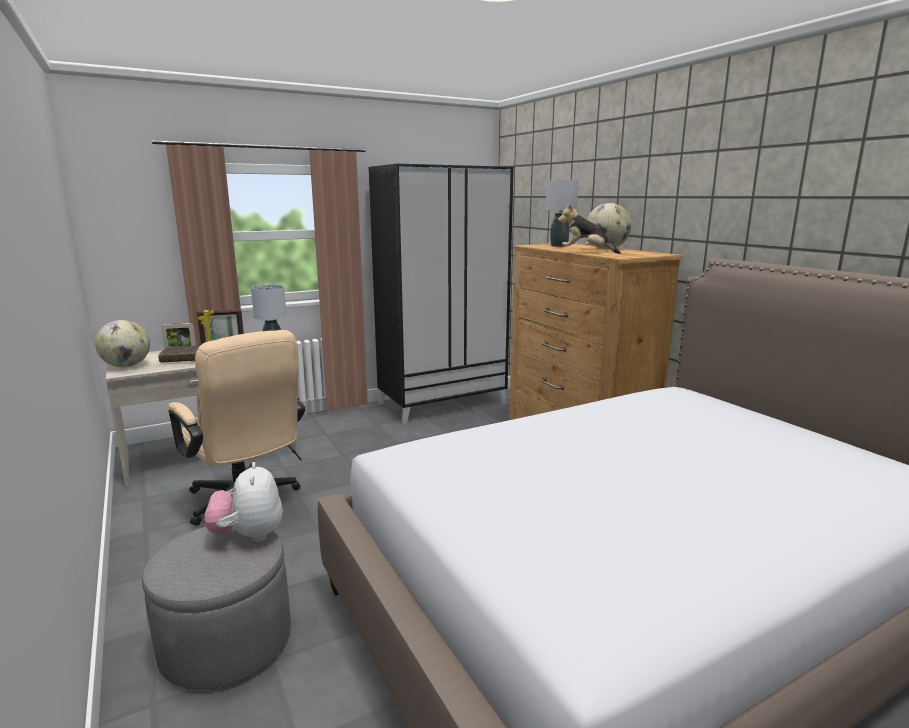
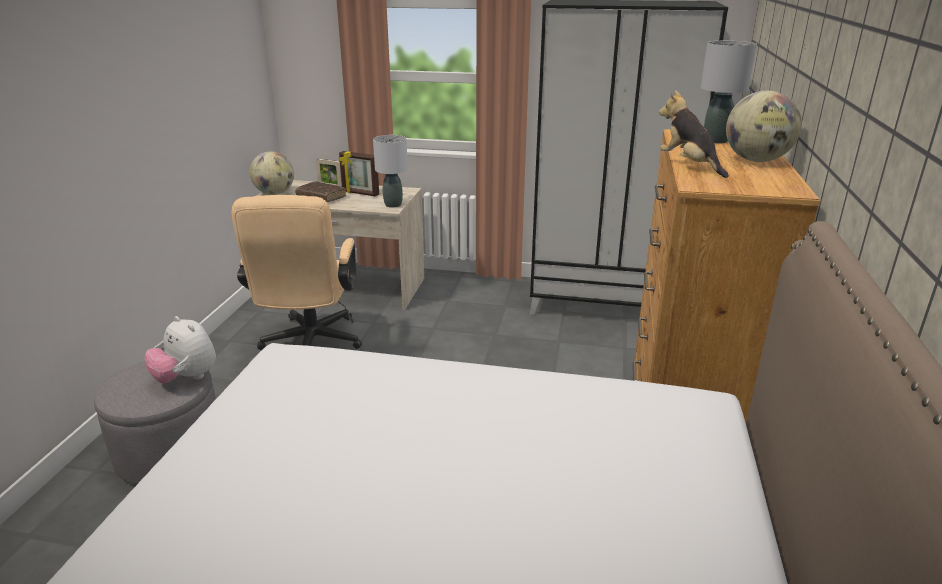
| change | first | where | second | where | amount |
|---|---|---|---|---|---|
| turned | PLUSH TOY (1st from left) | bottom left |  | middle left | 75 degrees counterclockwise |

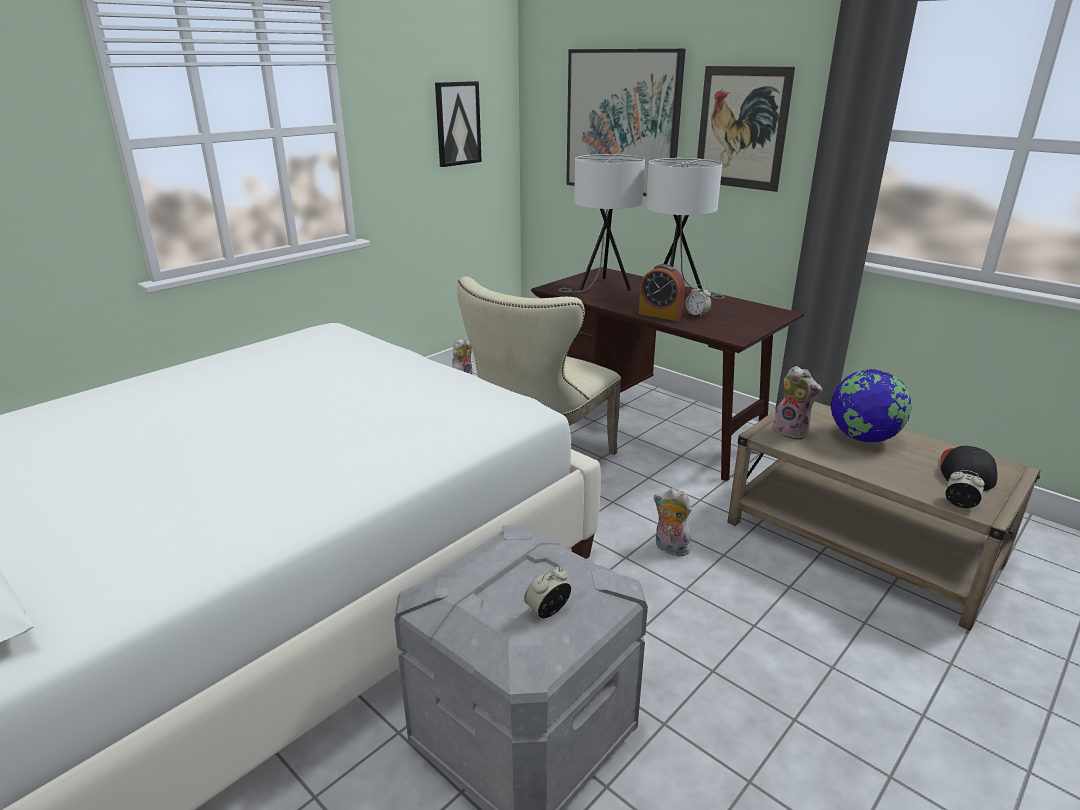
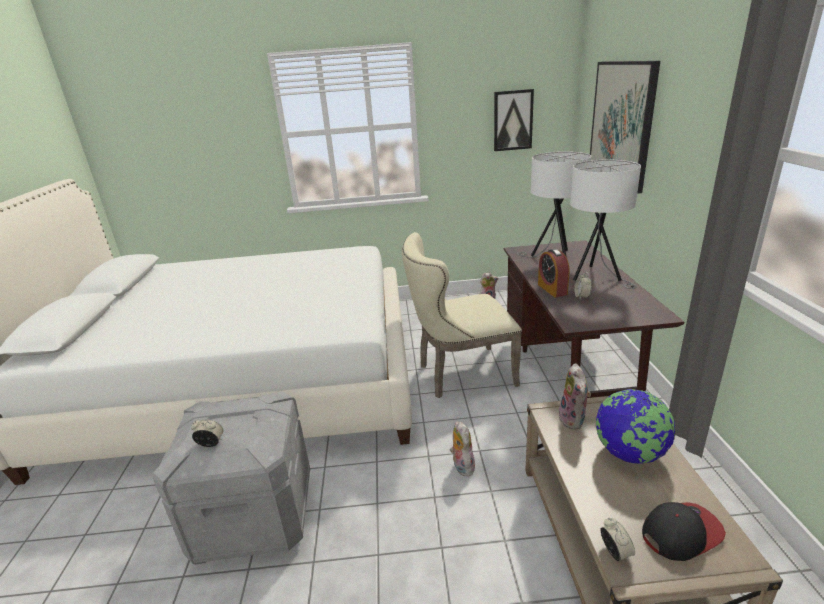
| change | first | where | second | where | amount |
|---|---|---|---|---|---|
| removed | PICTURE (3rd from left) | top right |  |  |  |

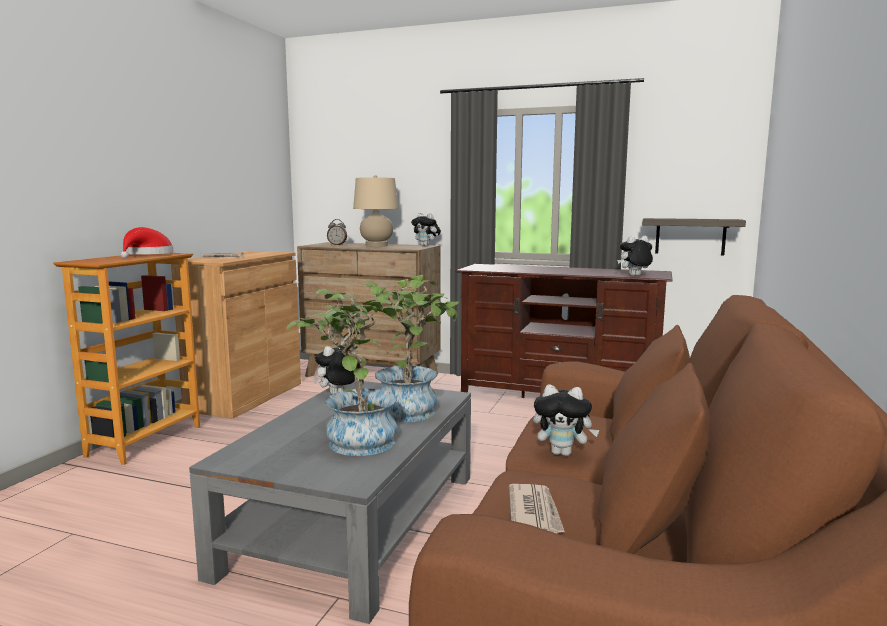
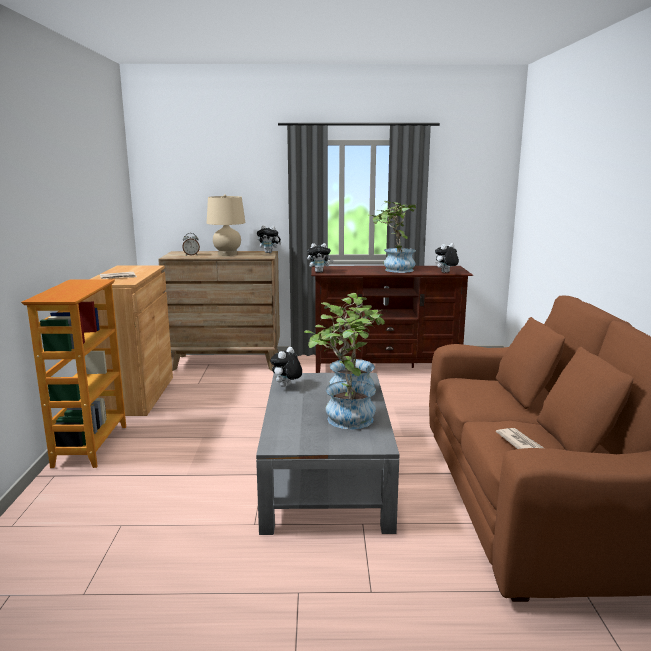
| change | first | where | second | where | amount |
|---|---|---|---|---|---|
| removed | RED HAT | middle left |  |  |  |
| moved | PLUSH TOY (3rd from left) | bottom centre |  | centre |  |
| removed | SHELF | middle right |  |  |  |
| added |  |  | POTTED PLANT (3rd from left) | centre |  |

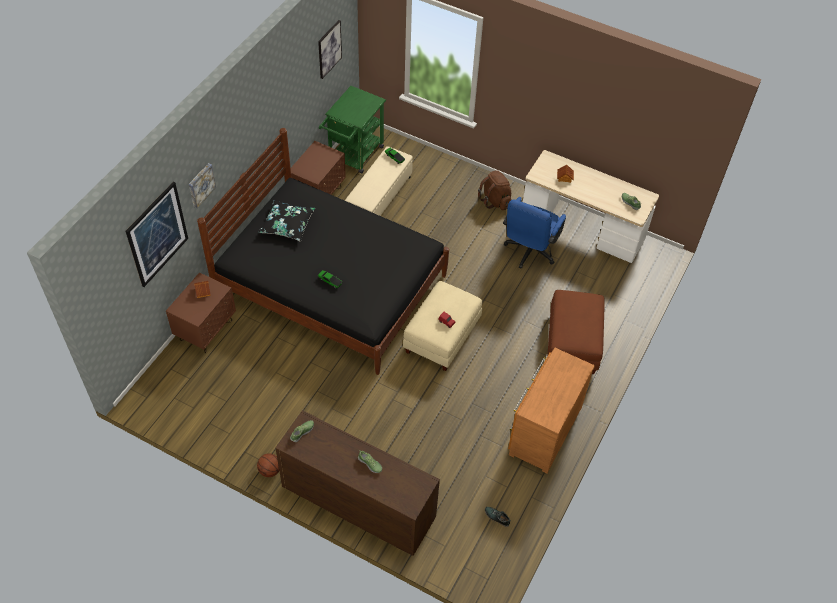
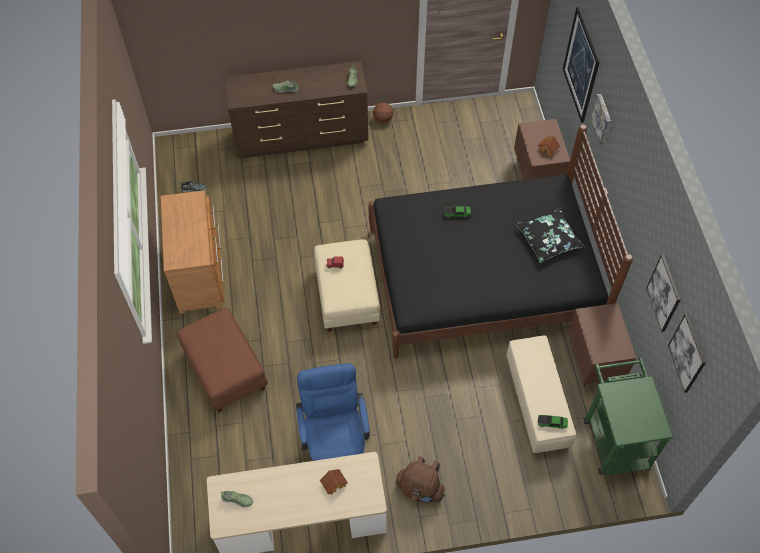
| change | first | where | second | where | amount |
|---|---|---|---|---|---|
| added |  |  | PICTURE (3rd from left) | middle right |  |

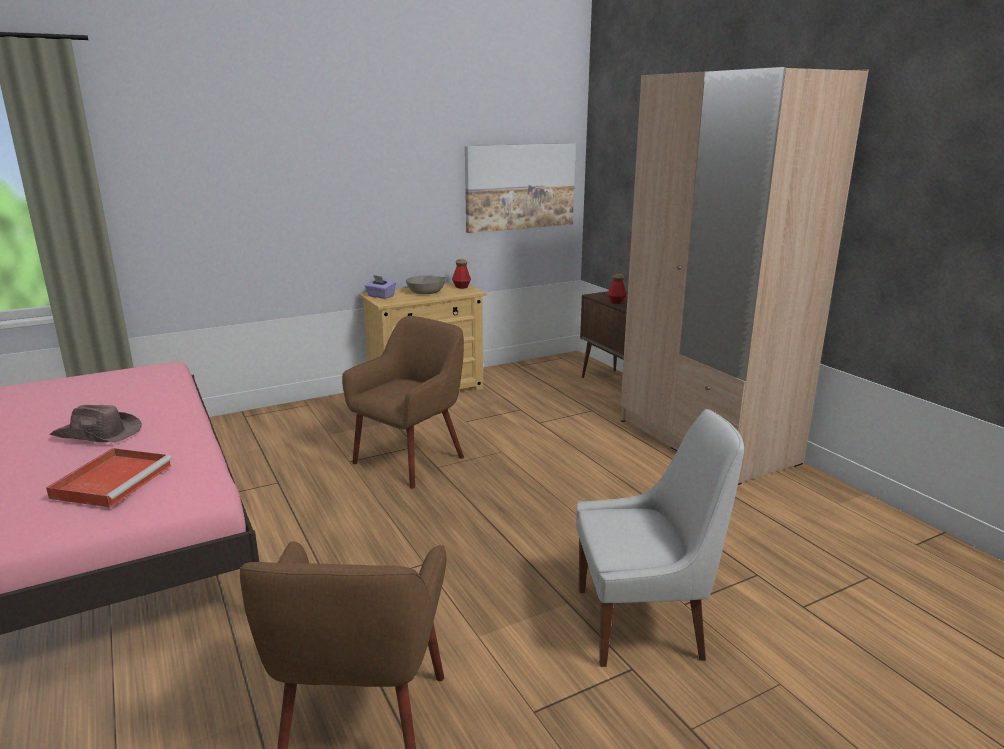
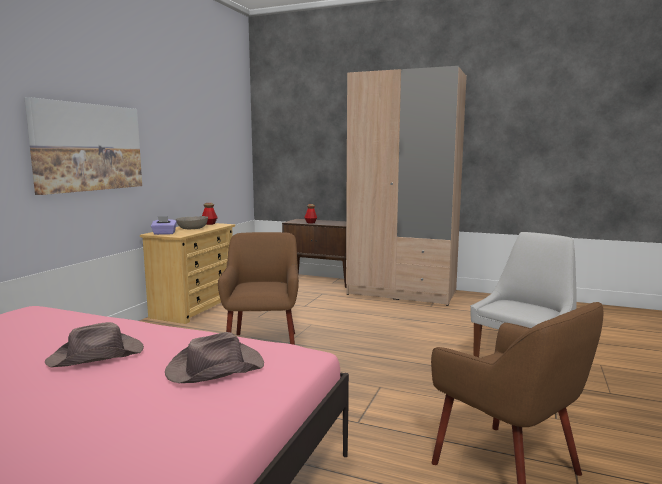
| change | first | where | second | where | amount |
|---|---|---|---|---|---|
| replaced | RED TRAY | middle left | BROWN HAT (2nd from left) | bottom left |  |
| moved | PICTURE | top centre |  | top left |  |

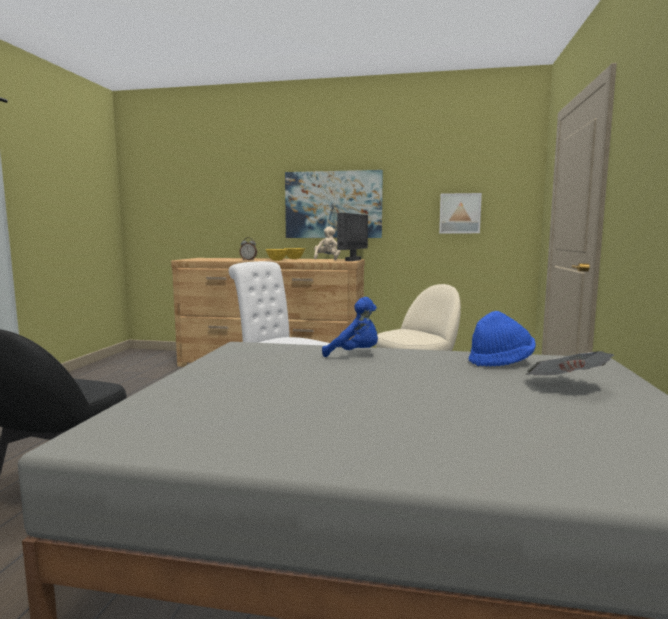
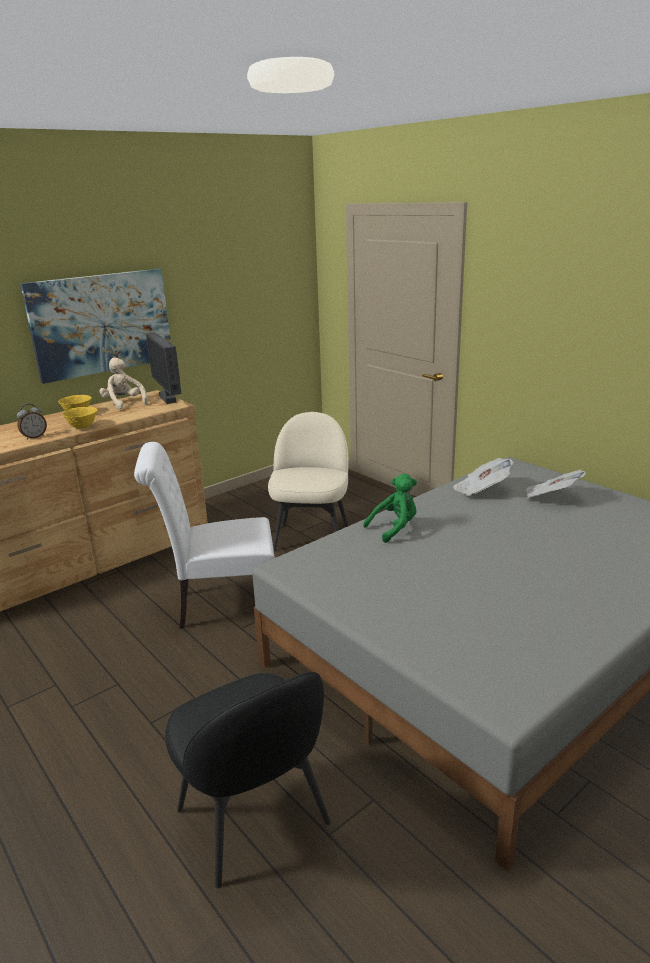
| change | first | where | second | where | amount |
|---|---|---|---|---|---|
| recoloured | BLUE PLUSH TOY | centre | GREEN PLUSH TOY | centre |  |
| removed | PICTURE (2nd from left) | middle right |  |  |  |
| replaced | BLUE HAT | middle right | NEWSPAPER (1st from left) | middle right |  |

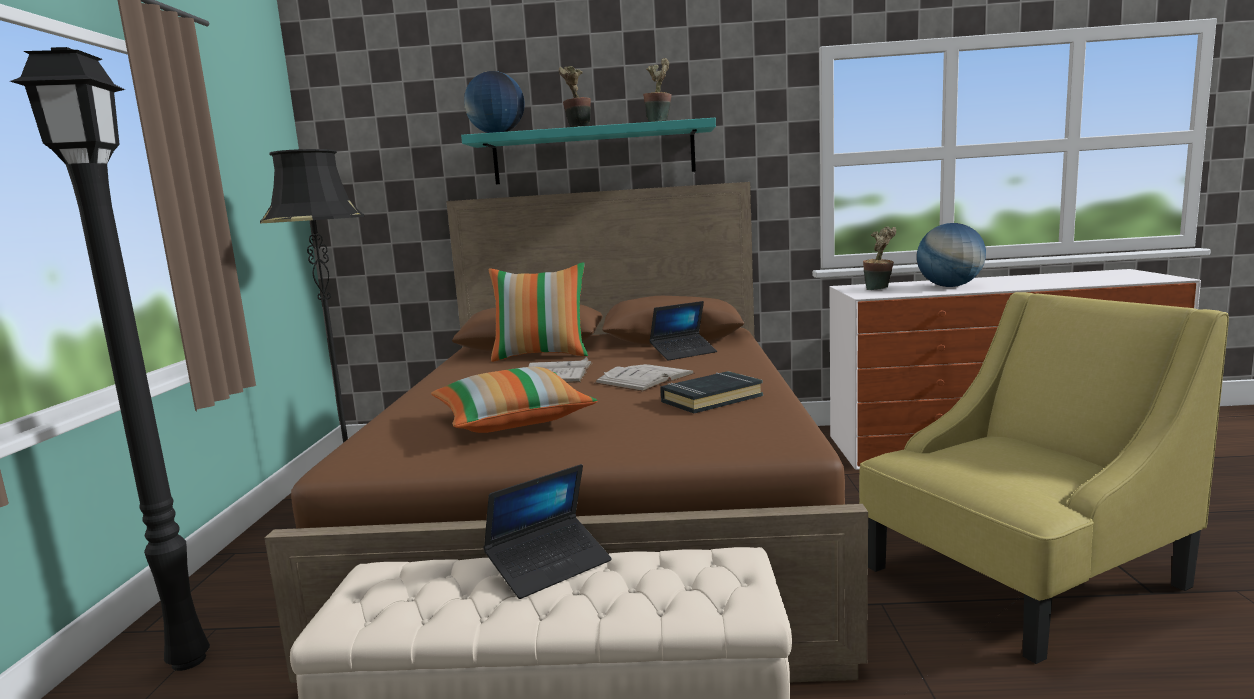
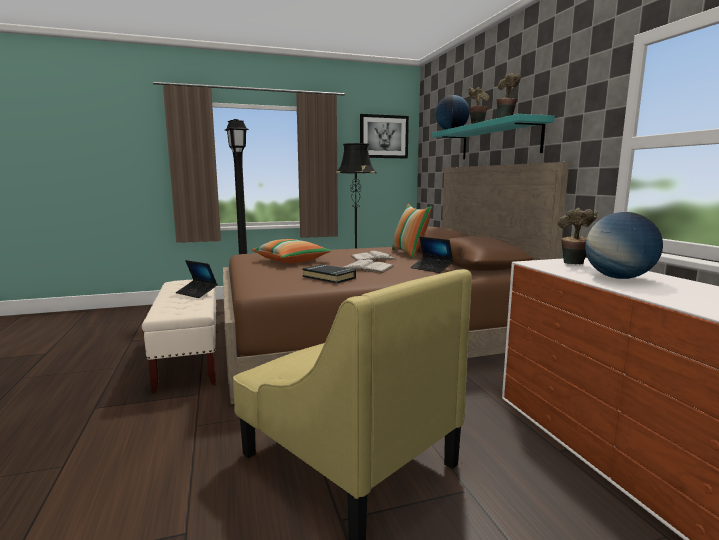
| change | first | where | second | where | amount |
|---|---|---|---|---|---|
| added |  |  | PICTURE | top centre |  |

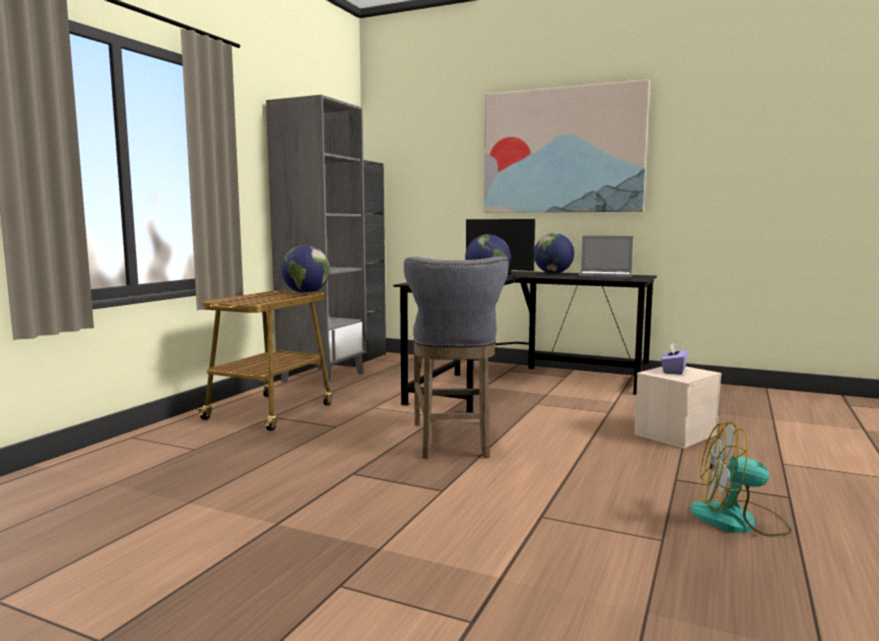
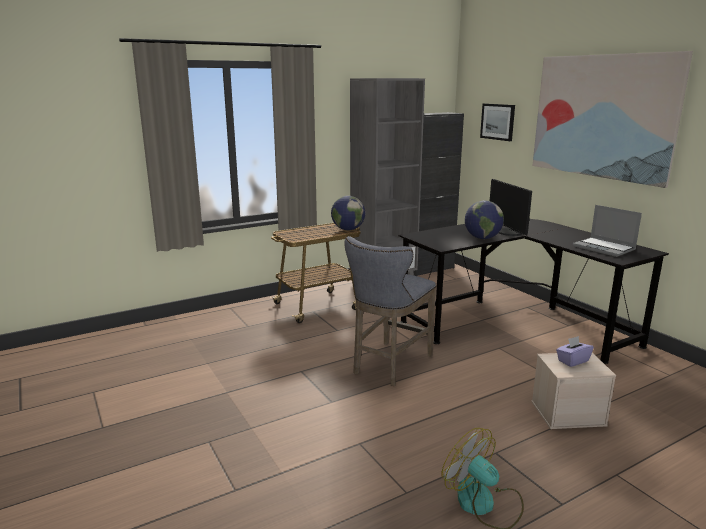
| change | first | where | second | where | amount |
|---|---|---|---|---|---|
| removed | GLOBE (3rd from left) | centre |  |  |  |
| added |  |  | PICTURE (1st from left) | top right |  |

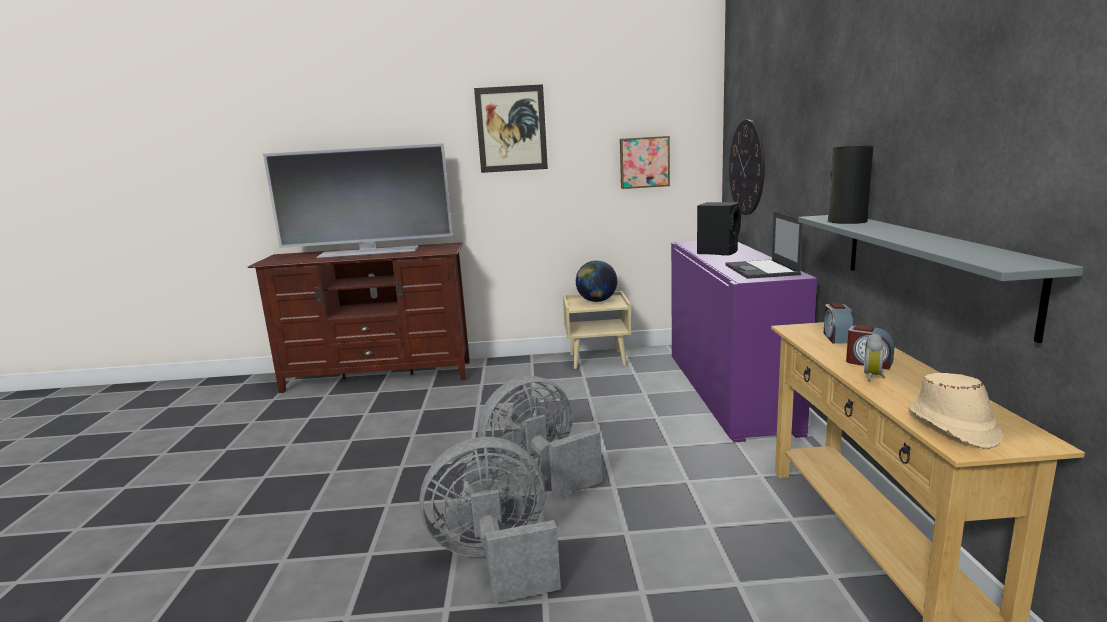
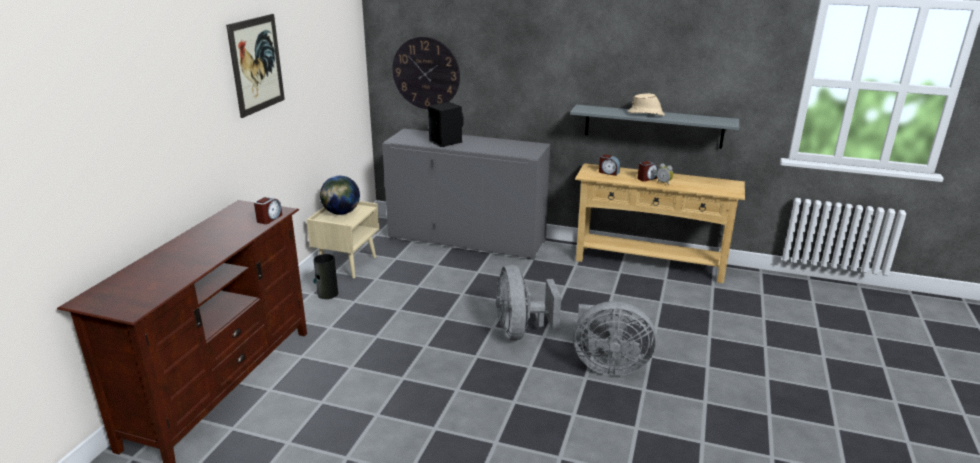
| change | first | where | second | where | amount |
|---|---|---|---|---|---|
| removed | TELEVISION | top left |  |  |  |
| turned | GREY FAN (1st from left in the first image) | bottom centre | GREY FAN (2nd from left) | bottom centre | 90 degrees counterclockwise |
| removed | PICTURE (2nd from left) | top centre |  |  |  |
| recoloured | PURPLE CABINET | middle right | GREY CABINET | centre |  |
| removed | LAPTOP | middle right |  |  |  |
| moved | VASE | top right |  | middle left |  |
| moved | BEIGE HAT | middle right |  | top centre |  |
| added |  |  | ALARM CLOCK (1st from left) | middle left |  |

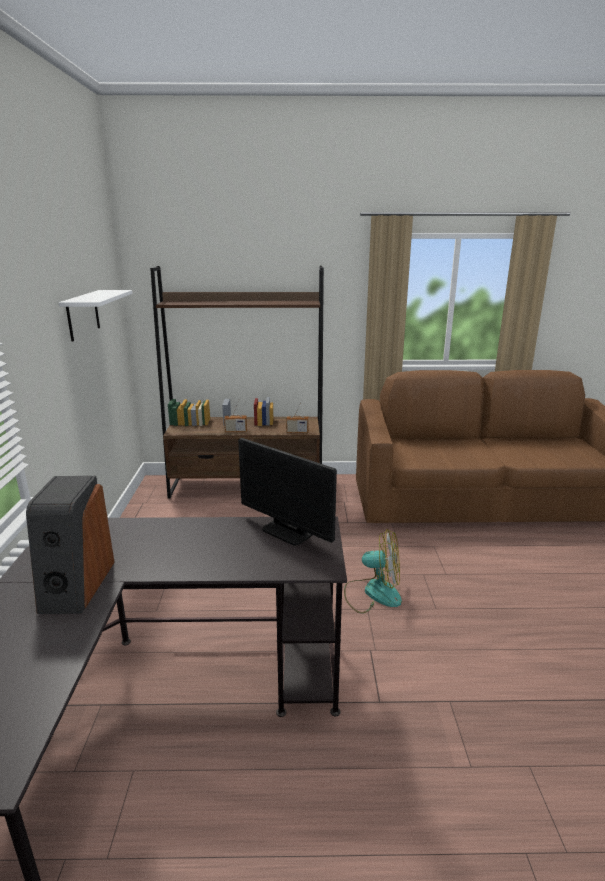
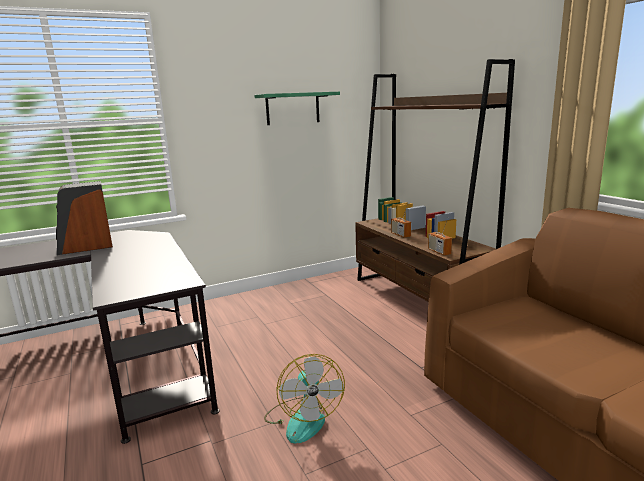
| change | first | where | second | where | amount |
|---|---|---|---|---|---|
| recoloured | WHITE SHELF | middle left | GREEN SHELF | top centre |  |
| removed | MONITOR | centre |  |  |  |

